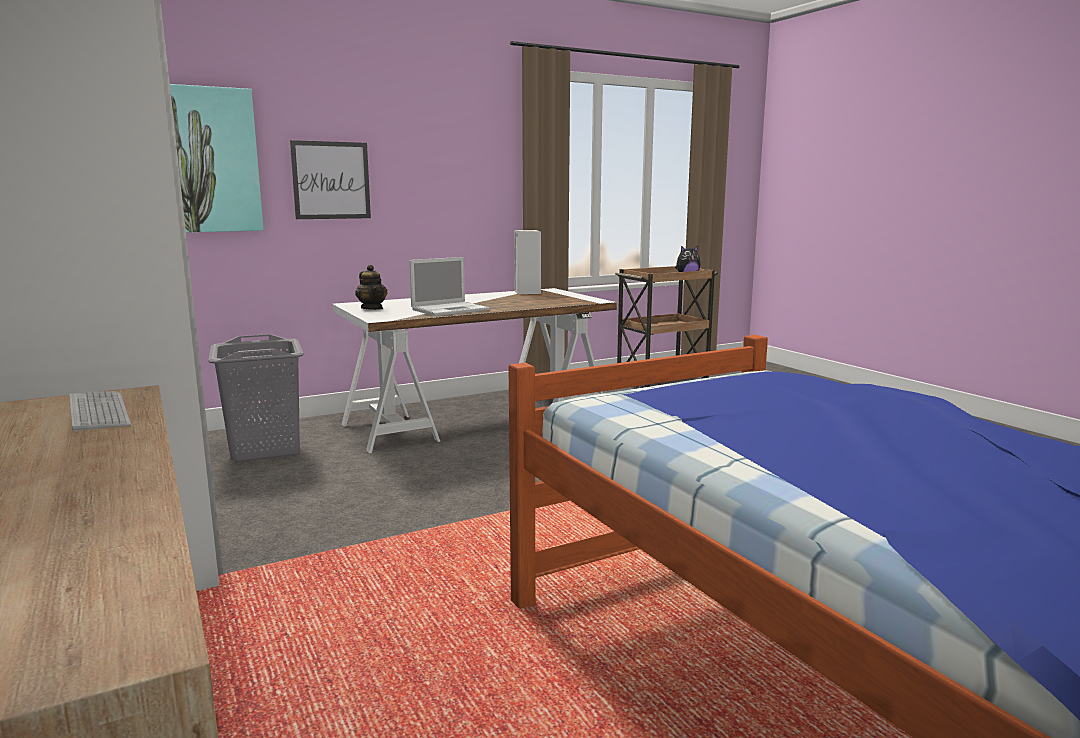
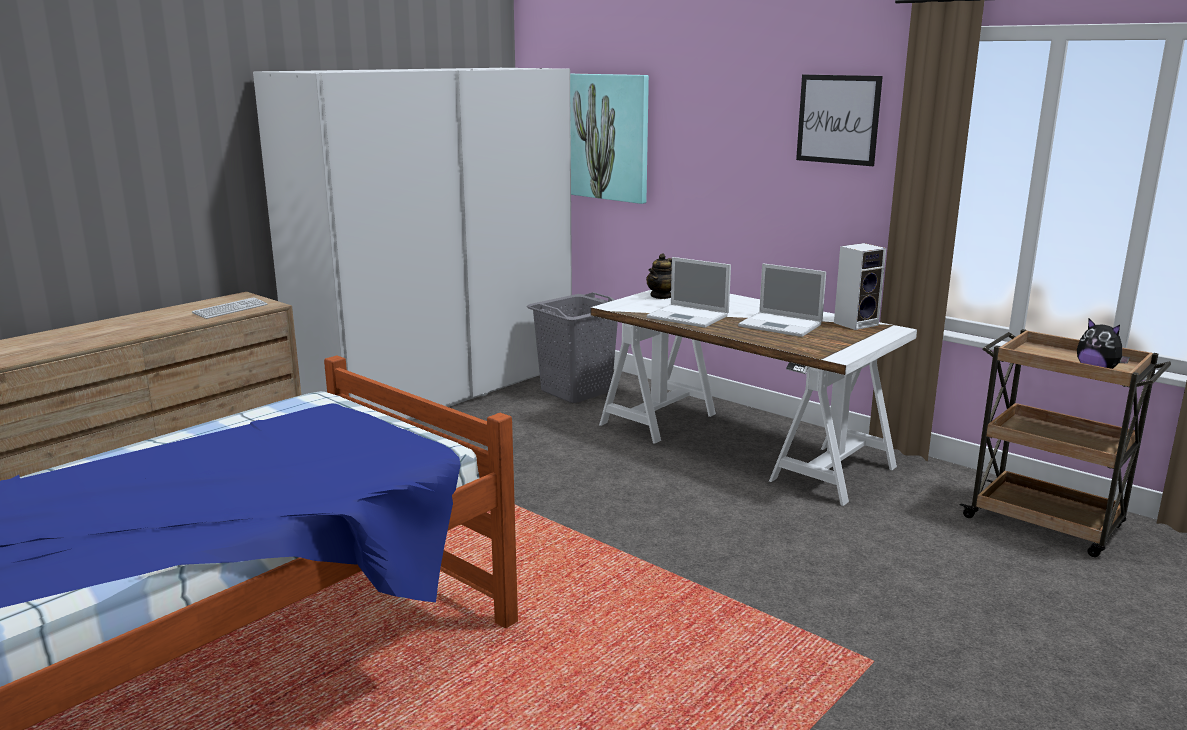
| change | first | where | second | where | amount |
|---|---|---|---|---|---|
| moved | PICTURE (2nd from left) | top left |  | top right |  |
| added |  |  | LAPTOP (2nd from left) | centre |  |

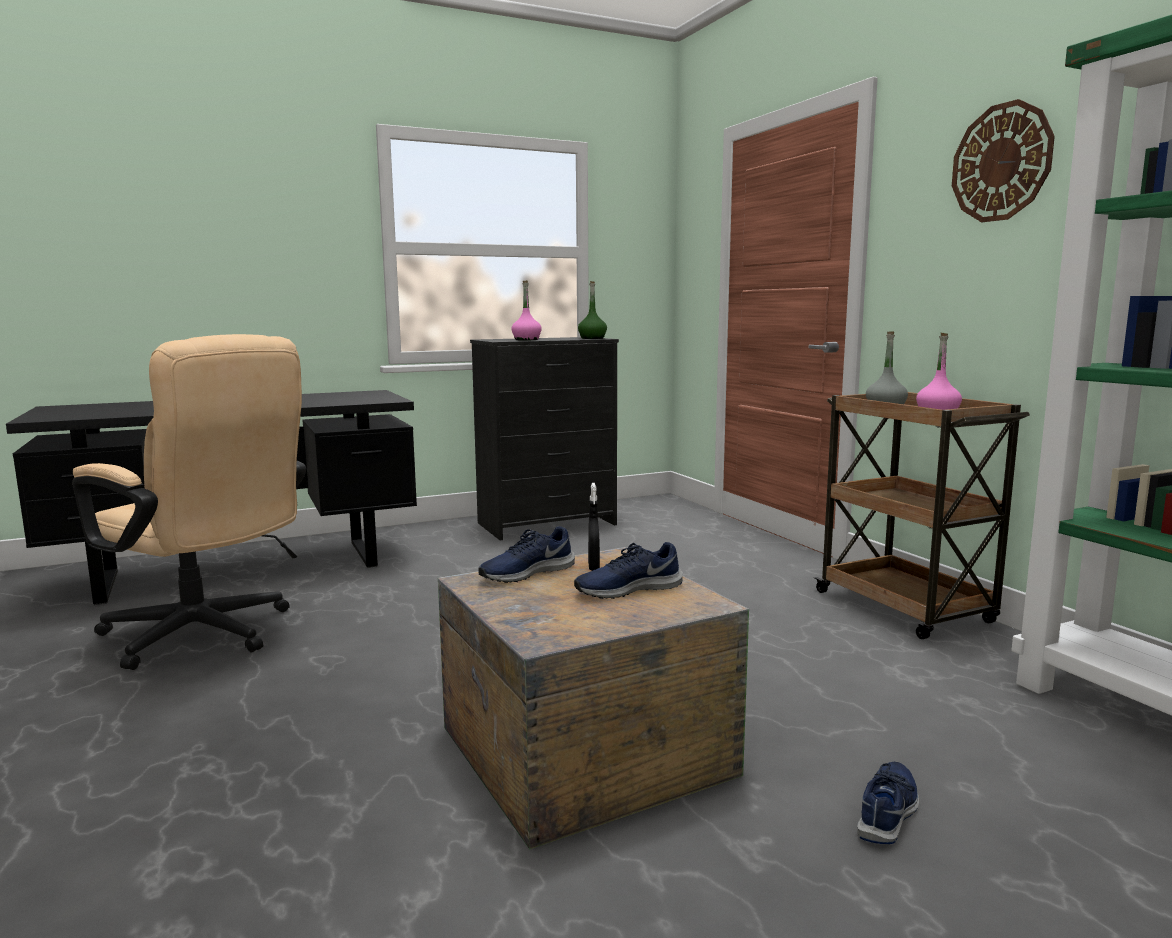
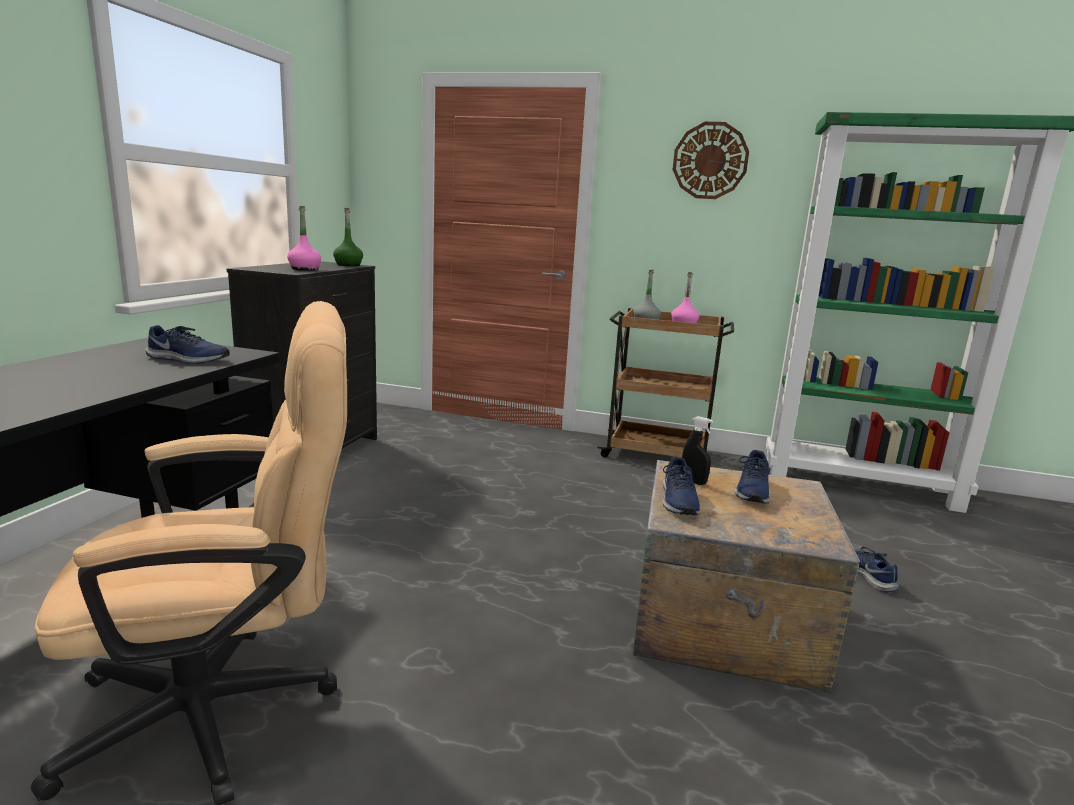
| change | first | where | second | where | amount |
|---|---|---|---|---|---|
| added |  |  | BLUE SHOE (1st from left) | middle left |  |

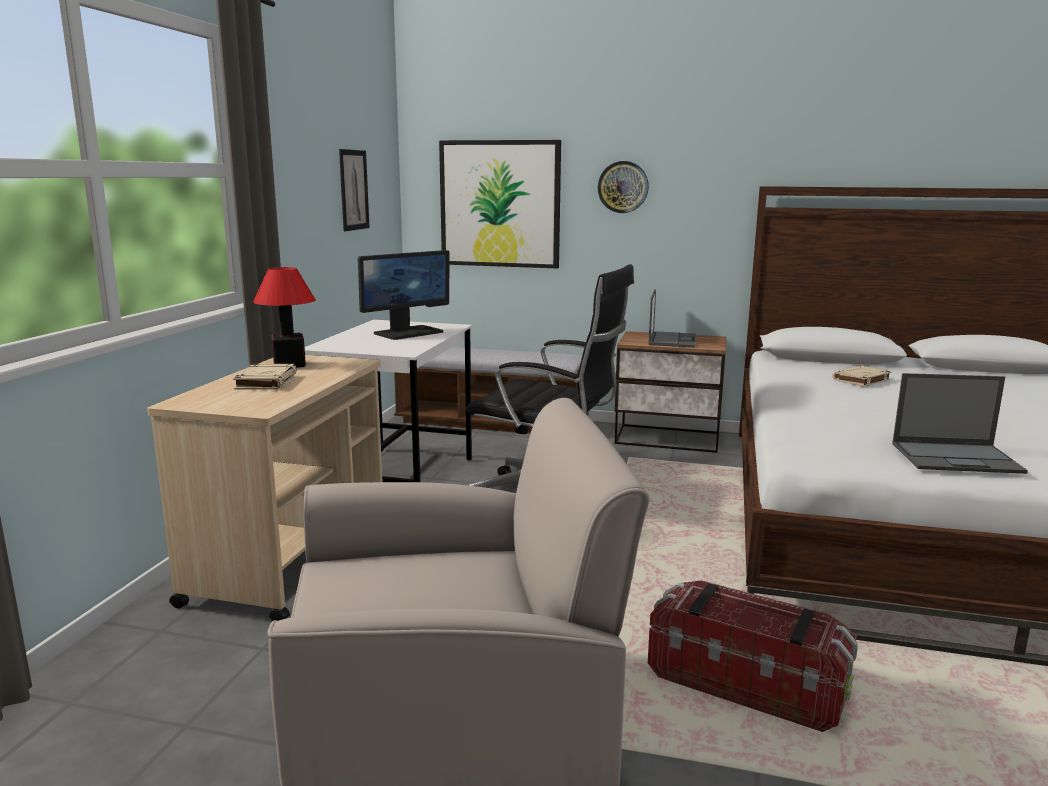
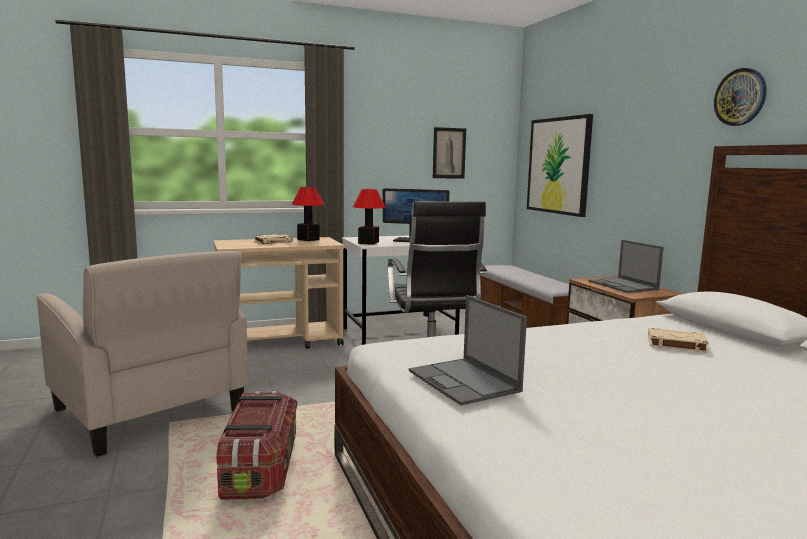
| change | first | where | second | where | amount |
|---|---|---|---|---|---|
| moved | WALL CLOCK | top centre |  | top right |  |
| turned | LAPTOP (1st from left in the first image) | centre | LAPTOP (2nd from left) | middle right | 90 degrees clockwise |
| added |  |  | TABLE LAMP (2nd from left) | centre |  |

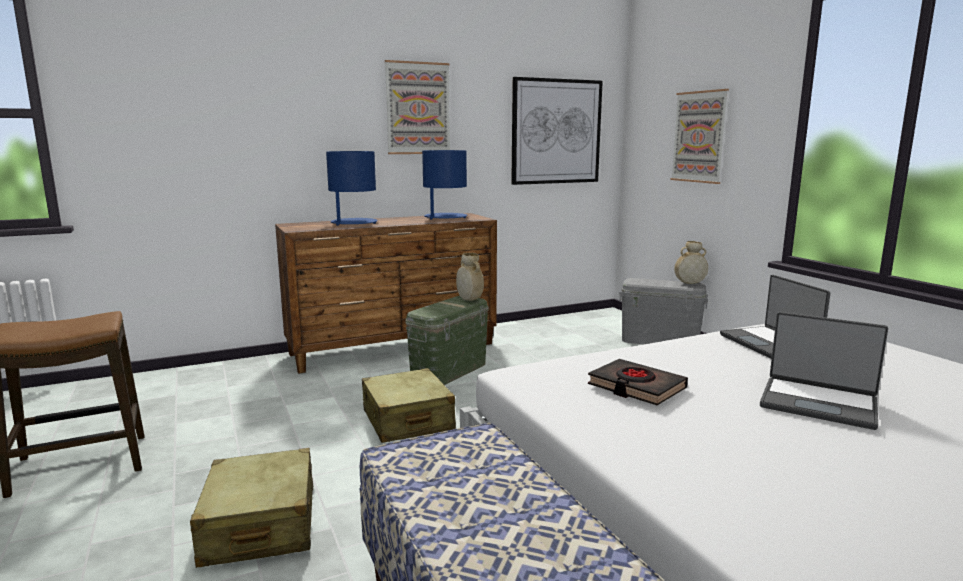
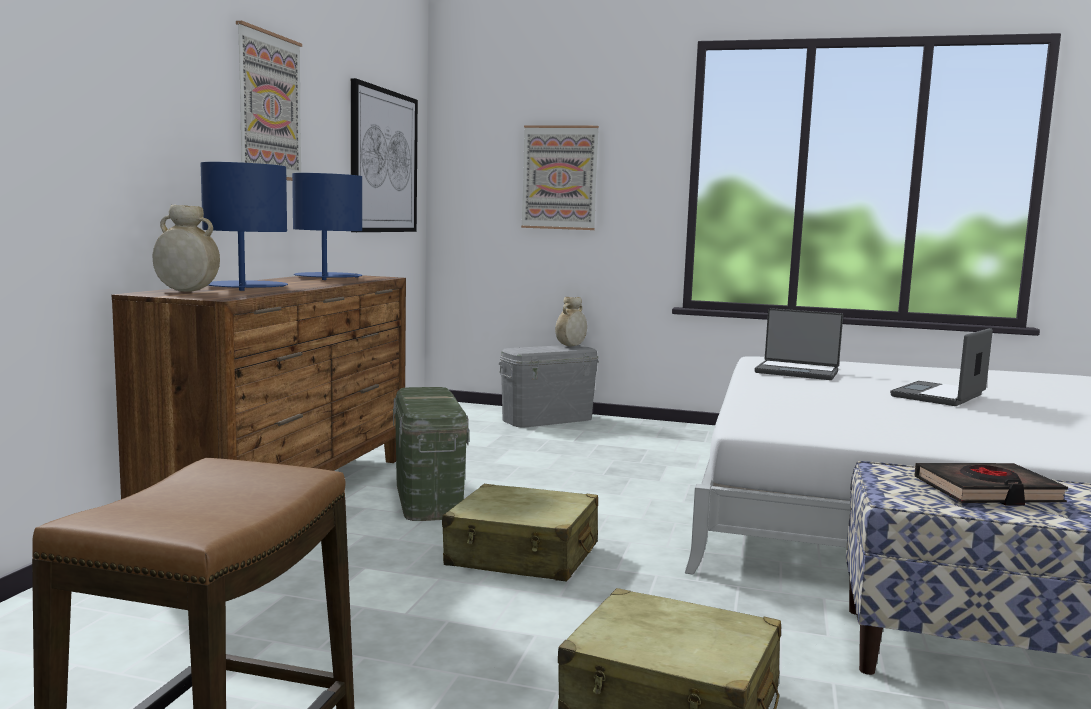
| change | first | where | second | where | amount |
|---|---|---|---|---|---|
| moved | BEIGE VASE (1st from left) | centre |  | middle left |  |
| moved | BLACK BOOK | centre |  | bottom right |  |
| turned | LAPTOP (2nd from left) | middle right |  | middle right | 150 degrees clockwise |

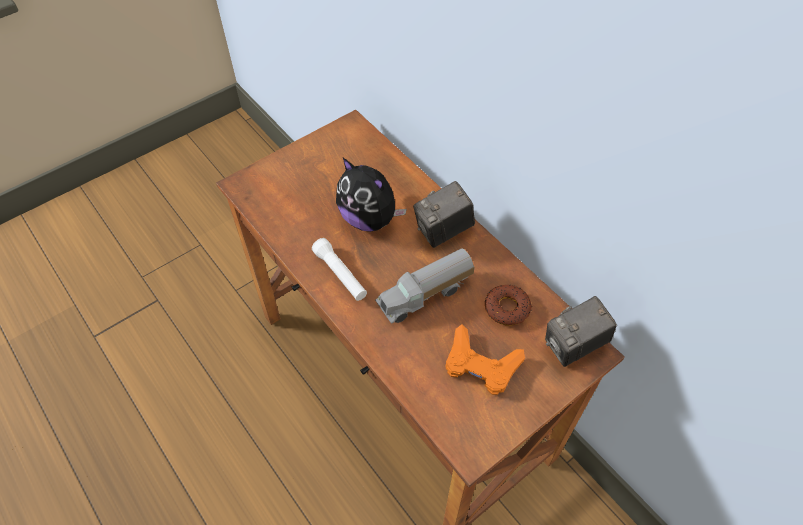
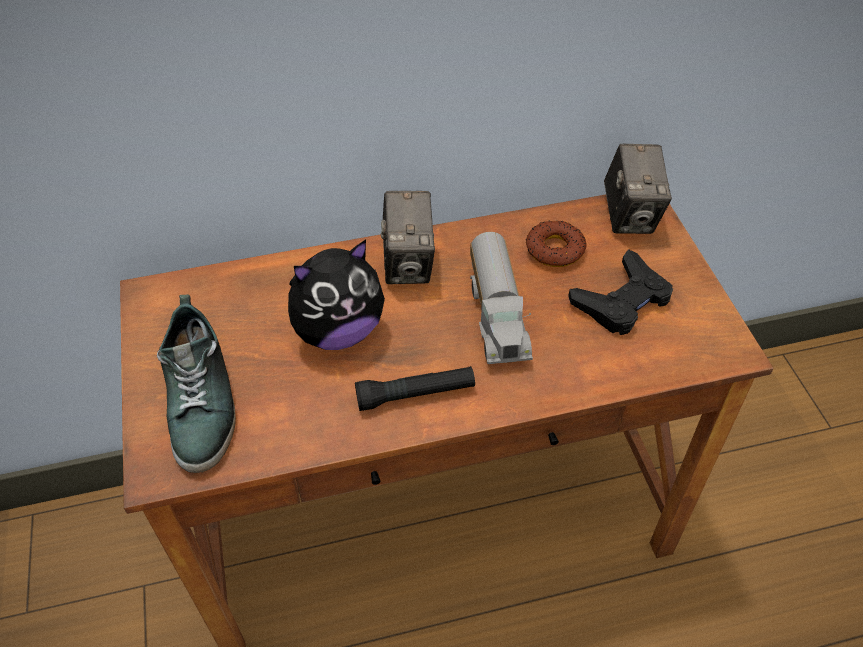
| change | first | where | second | where | amount |
|---|---|---|---|---|---|
| recoloured | WHITE FLASHLIGHT | centre | BLACK FLASHLIGHT | centre |  |
| recoloured | ORANGE GAME CONTROLLER | bottom centre | BLACK GAME CONTROLLER | middle right |  |
| added |  |  | SHOE | middle left |  |

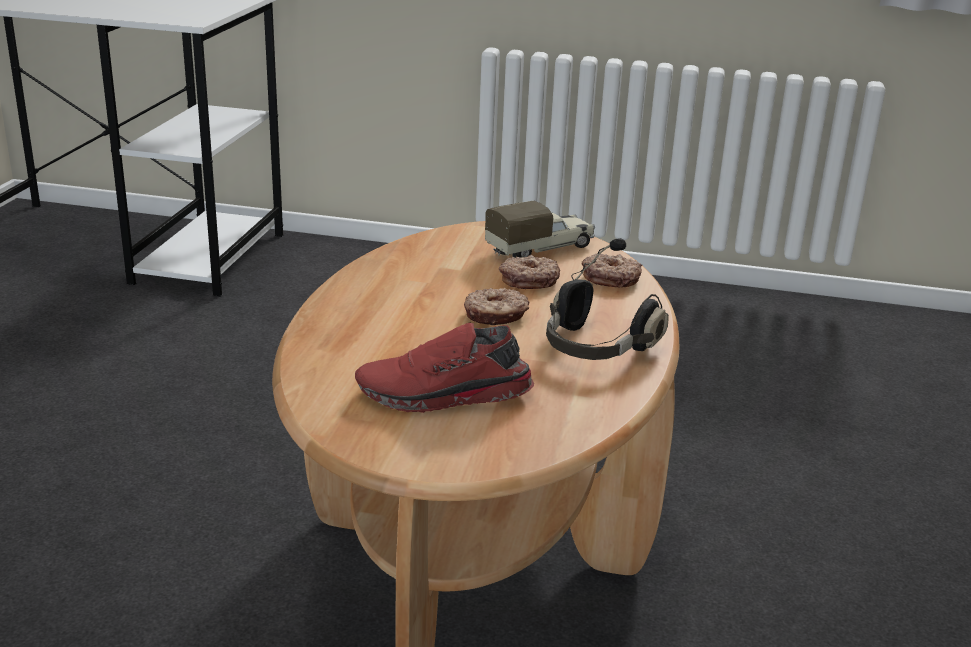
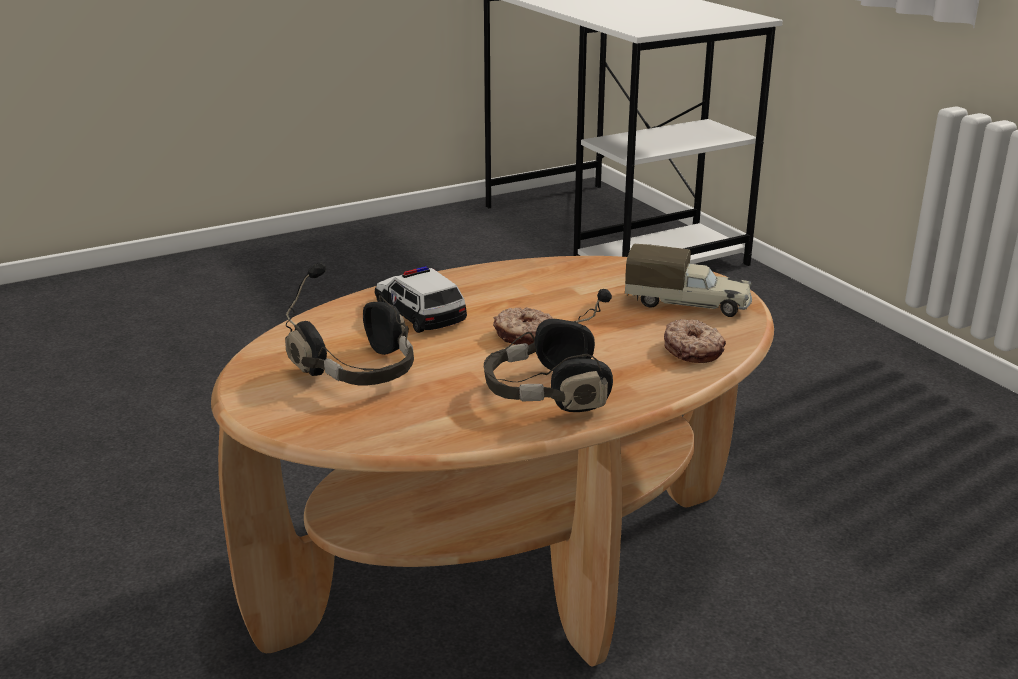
| change | first | where | second | where | amount |
|---|---|---|---|---|---|
| replaced | RED SHOE | centre | BLACK HEADPHONES (1st from left) | centre |  |
| removed | DONUT (2nd from left) | centre |  |  |  |
| added |  |  | TOY CAR | centre |  |

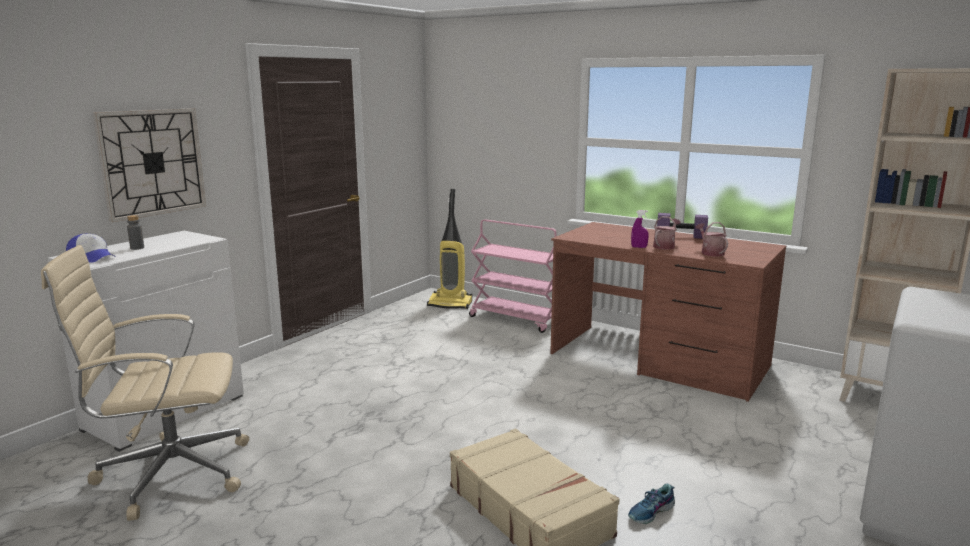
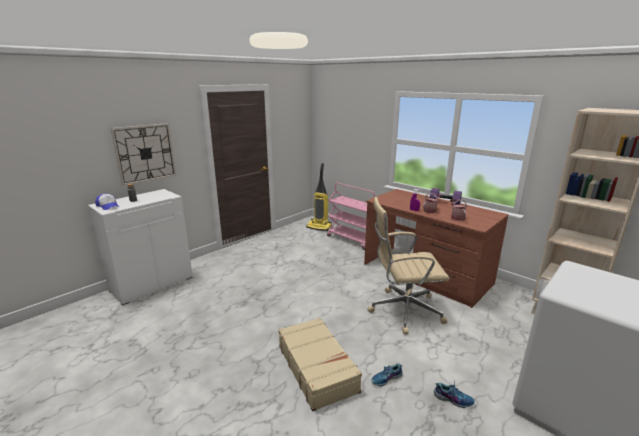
| change | first | where | second | where | amount |
|---|---|---|---|---|---|
| moved | BEIGE OFFICE CHAIR | bottom left |  | centre |  |
| added |  |  | SHOE (2nd from left) | bottom right |  |

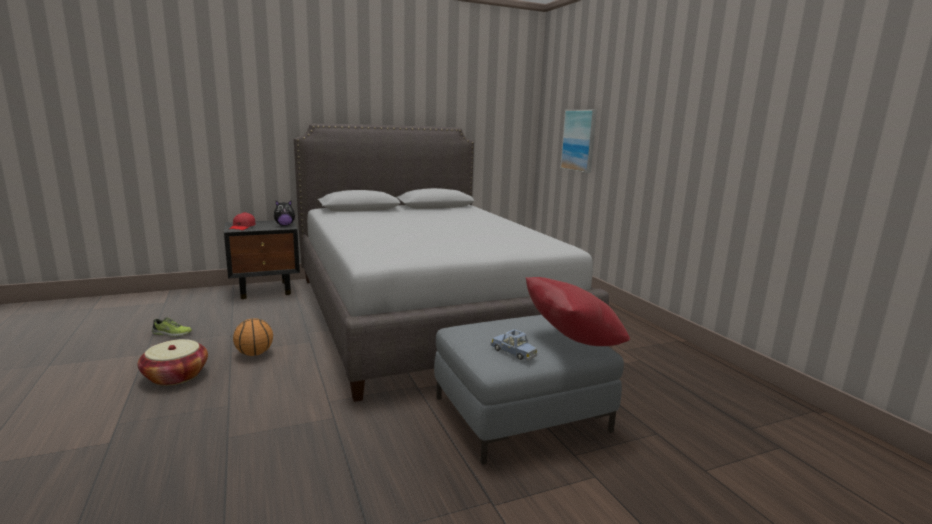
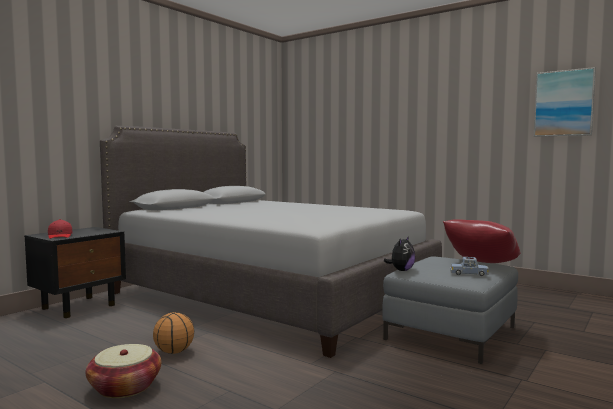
| change | first | where | second | where | amount |
|---|---|---|---|---|---|
| removed | SHOE | middle left |  |  |  |
| moved | PLUSH TOY | middle left |  | centre |  |
| moved | PICTURE | top centre |  | top right |  |

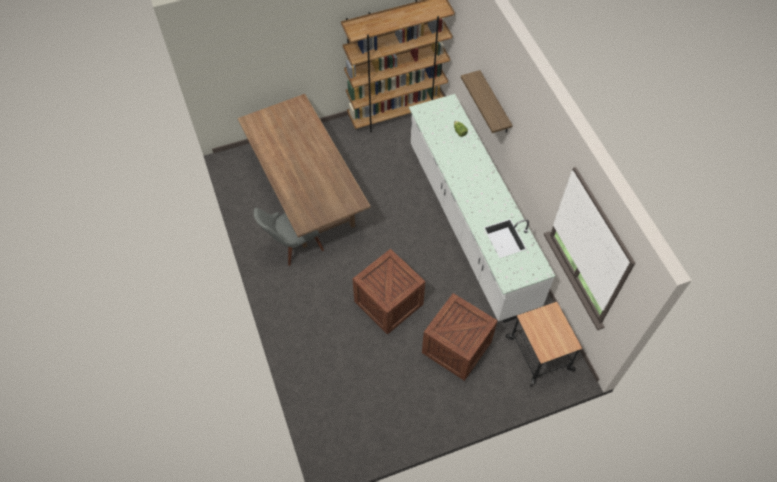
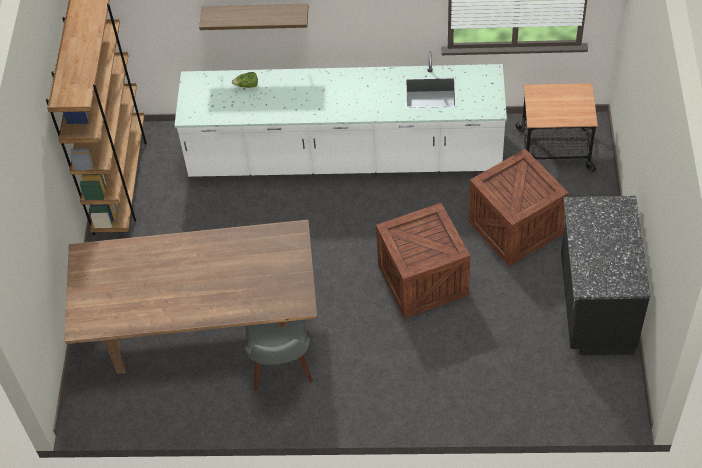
| change | first | where | second | where | amount |
|---|---|---|---|---|---|
| added |  |  | BLACK COUNTER | middle right |  |

